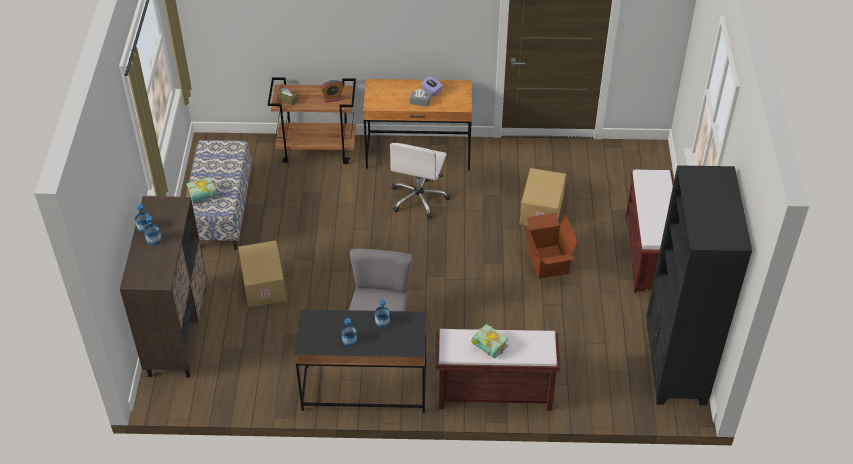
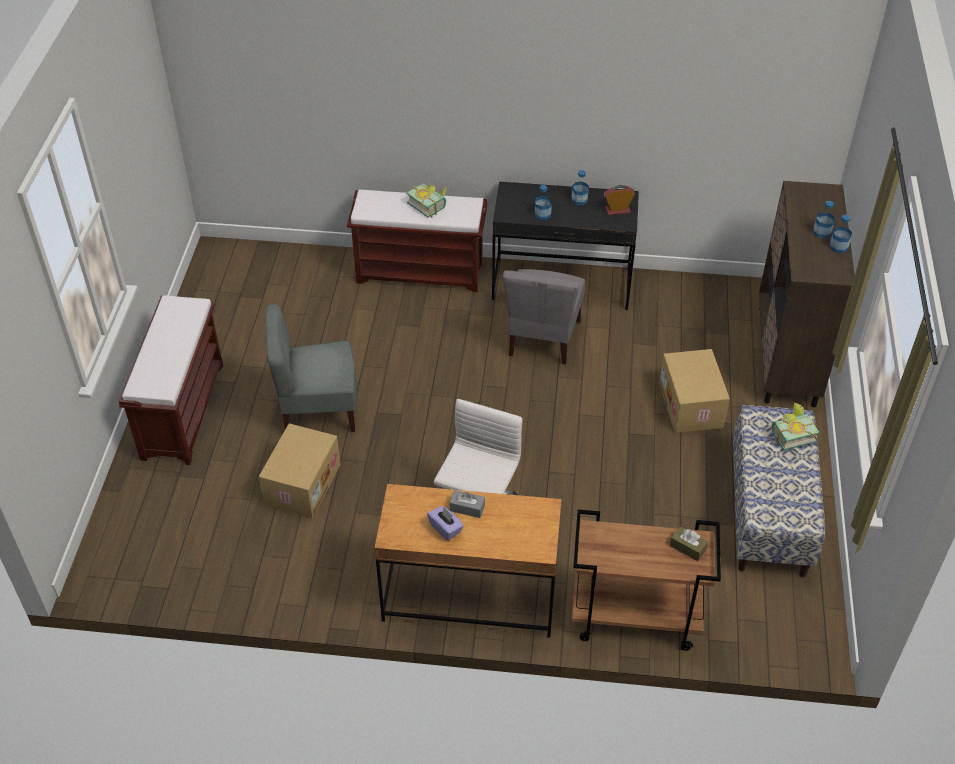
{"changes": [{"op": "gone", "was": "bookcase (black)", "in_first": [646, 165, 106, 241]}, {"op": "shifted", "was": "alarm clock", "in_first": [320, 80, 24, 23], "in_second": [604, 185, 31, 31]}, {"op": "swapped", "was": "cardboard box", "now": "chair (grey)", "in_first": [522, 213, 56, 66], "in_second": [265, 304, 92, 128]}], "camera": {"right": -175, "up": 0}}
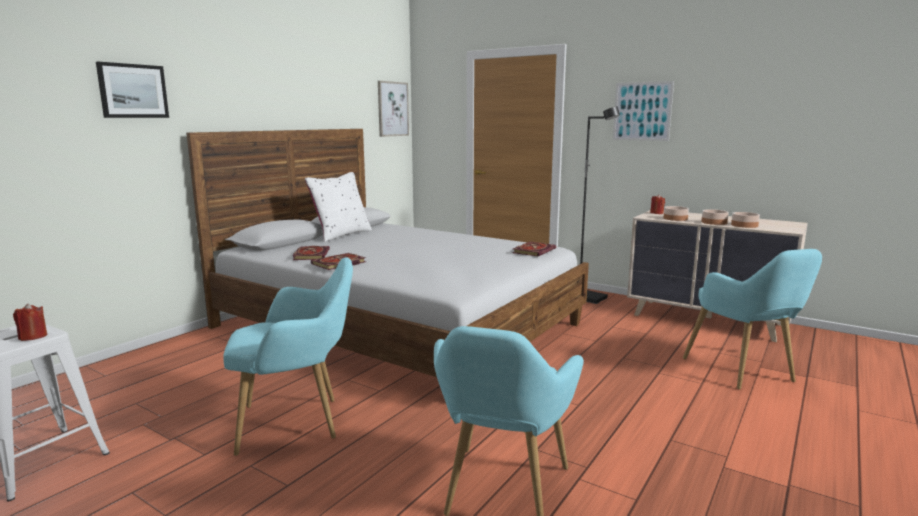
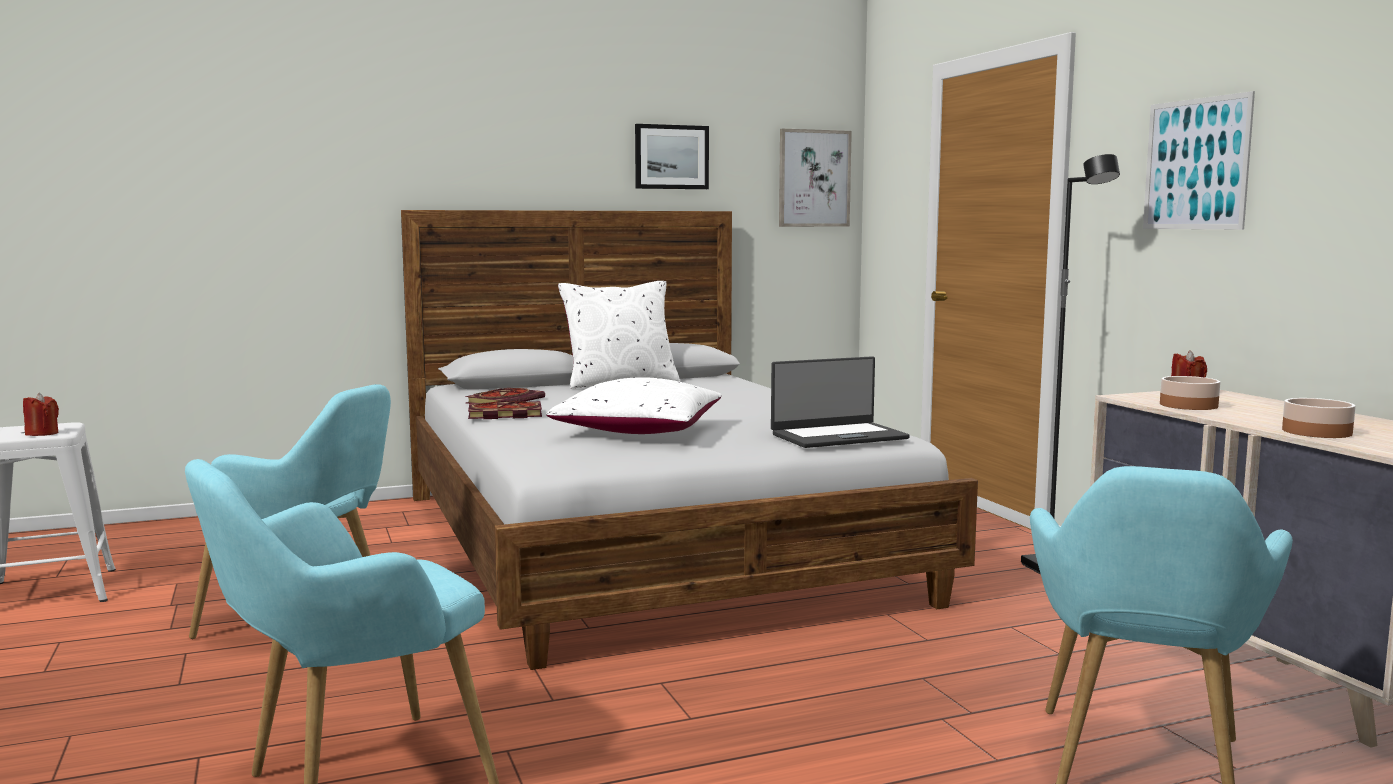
{"changes": [{"op": "gone", "was": "bowl", "in_first": [701, 209, 28, 16]}, {"op": "new", "now": "pillow (white)", "in_second": [546, 377, 176, 57]}, {"op": "shifted", "was": "picture", "in_first": [96, 62, 73, 56], "in_second": [635, 124, 74, 65]}, {"op": "swapped", "was": "book", "now": "laptop", "in_first": [512, 242, 44, 14], "in_second": [771, 356, 139, 92]}], "camera": {"right": 35, "up": -5}}
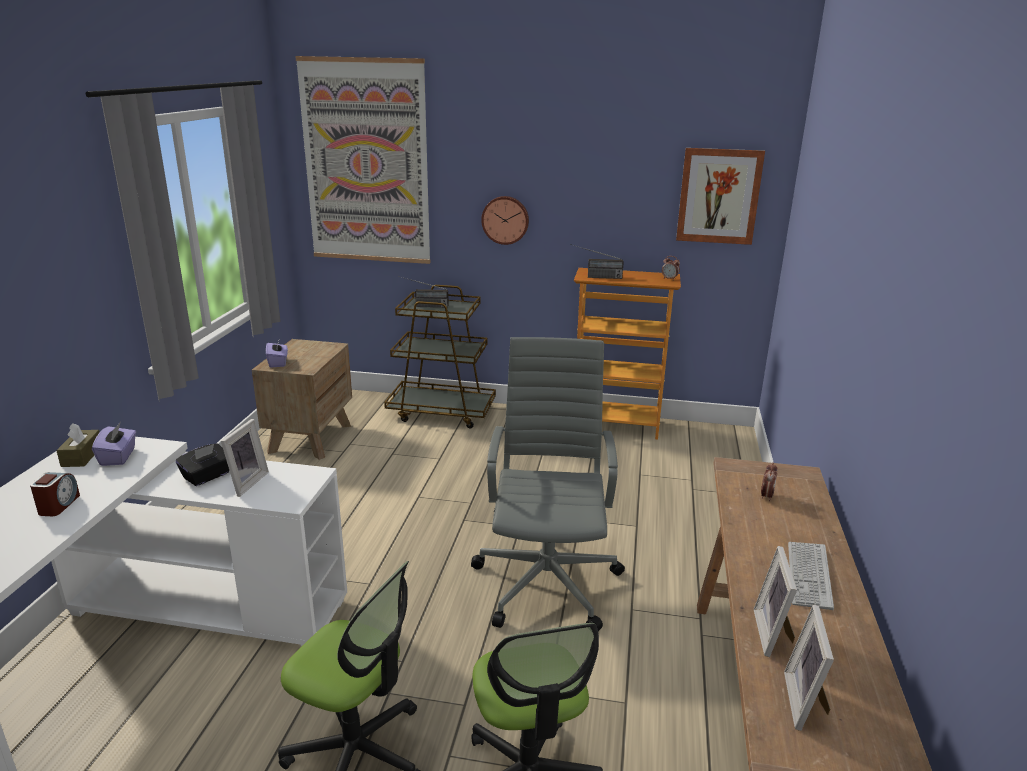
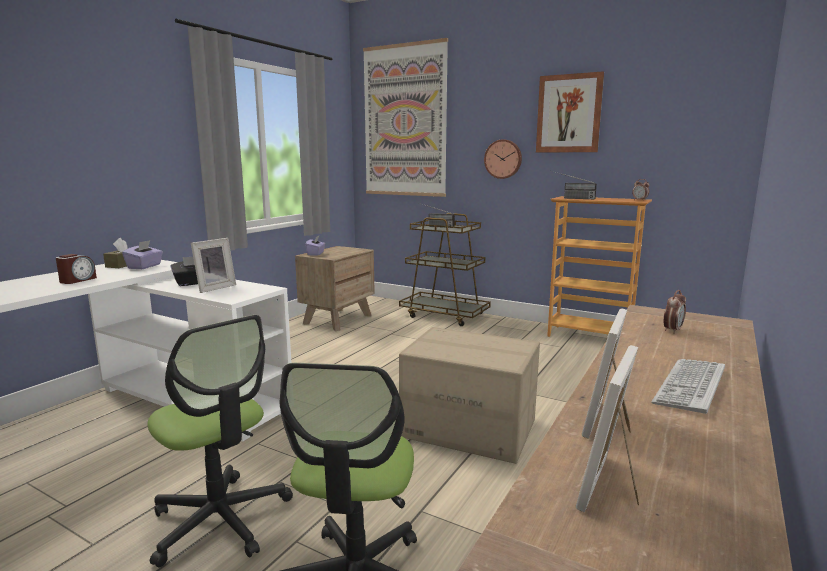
{"changes": [{"op": "shifted", "was": "picture", "in_first": [676, 148, 89, 97], "in_second": [536, 71, 68, 81]}, {"op": "swapped", "was": "office chair (grey)", "now": "cardboard box", "in_first": [471, 337, 154, 294], "in_second": [399, 327, 141, 137]}], "camera": {"right": 20, "up": -10}}
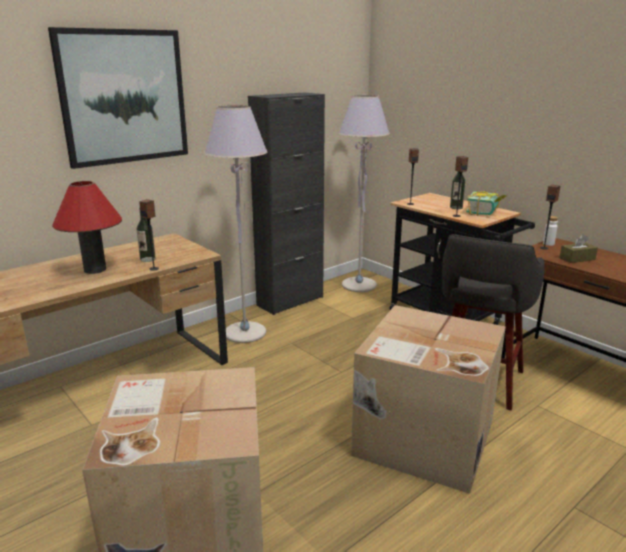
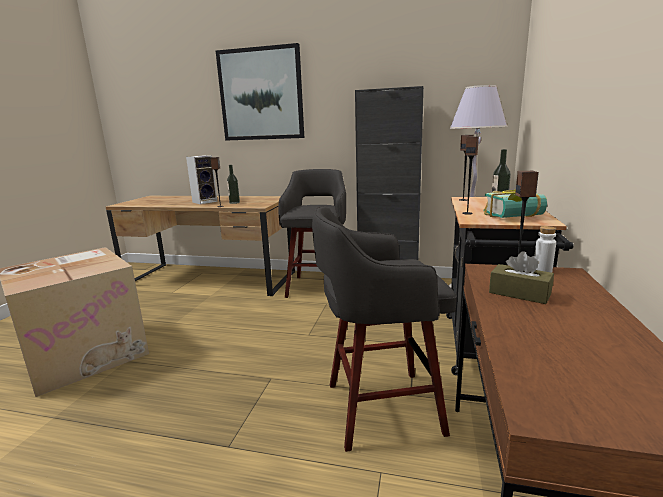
{"changes": [{"op": "gone", "was": "cardboard box", "in_first": [351, 305, 155, 189]}, {"op": "swapped", "was": "table lamp (red)", "now": "speaker", "in_first": [52, 181, 70, 93], "in_second": [186, 155, 31, 49]}, {"op": "swapped", "was": "floor lamp (grey)", "now": "stool (grey)", "in_first": [204, 105, 64, 238], "in_second": [278, 169, 68, 129]}], "camera": {"right": 55, "up": -5}}
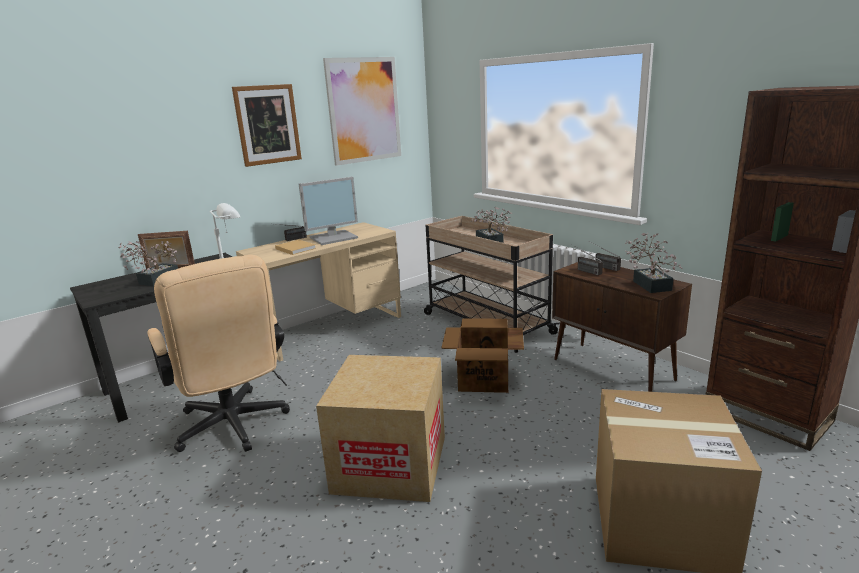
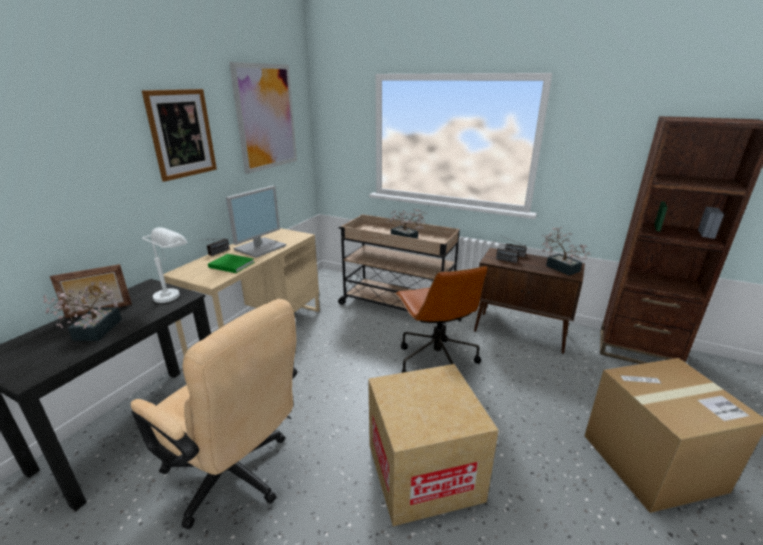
{"changes": [{"op": "swapped", "was": "cardboard box", "now": "office chair (brown)", "in_first": [441, 319, 83, 74], "in_second": [396, 266, 92, 107]}, {"op": "repainted", "was": "book (beige)", "now": "book (green)", "in_first": [275, 239, 41, 16], "in_second": [208, 254, 46, 19]}], "camera": {"right": -25, "up": 5}}
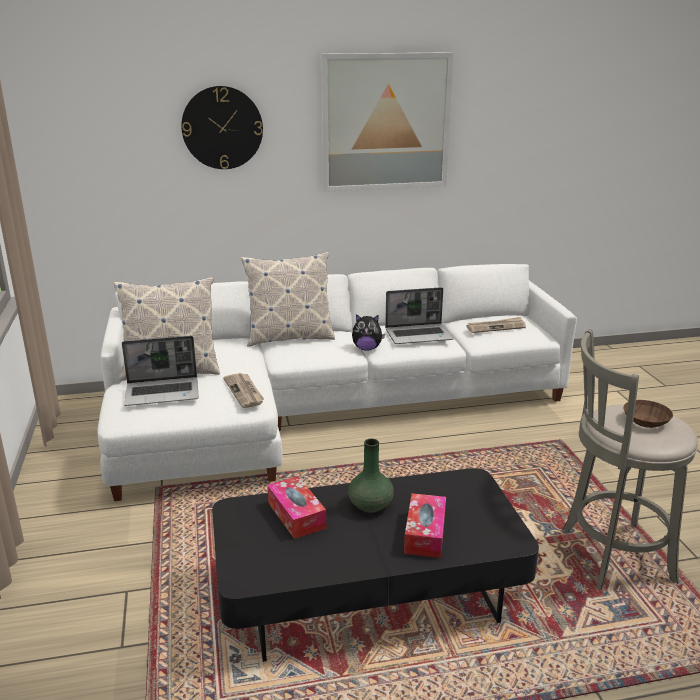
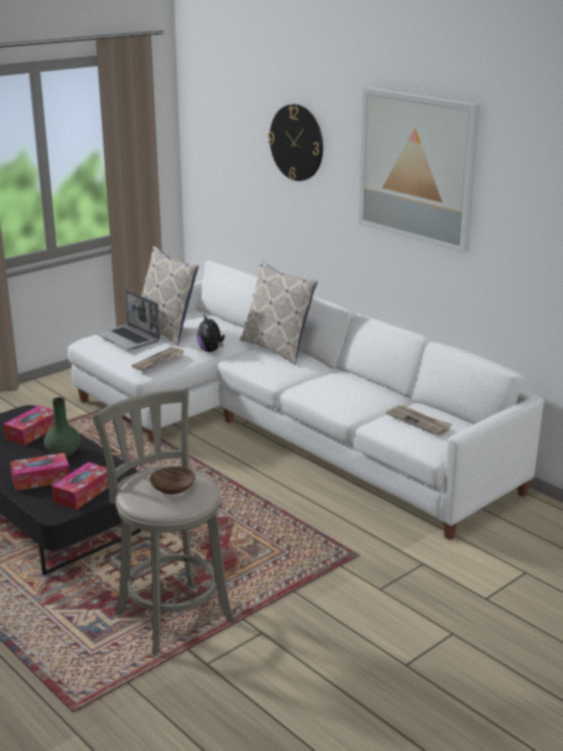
{"changes": [{"op": "gone", "was": "laptop", "in_first": [385, 287, 68, 57]}, {"op": "new", "now": "tissue box", "in_second": [52, 462, 57, 48]}, {"op": "shifted", "was": "plush toy", "in_first": [352, 314, 33, 37], "in_second": [197, 315, 28, 37]}], "camera": {"right": 60, "up": 0}}
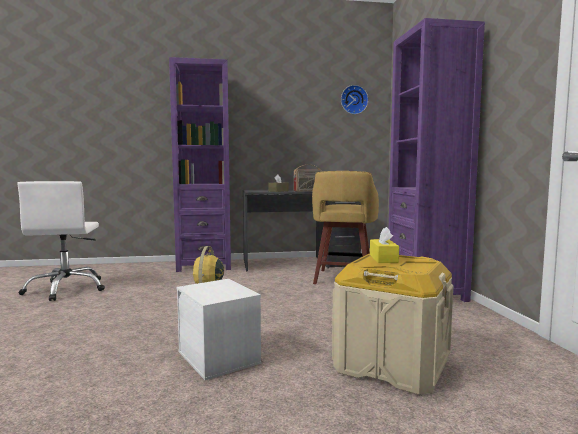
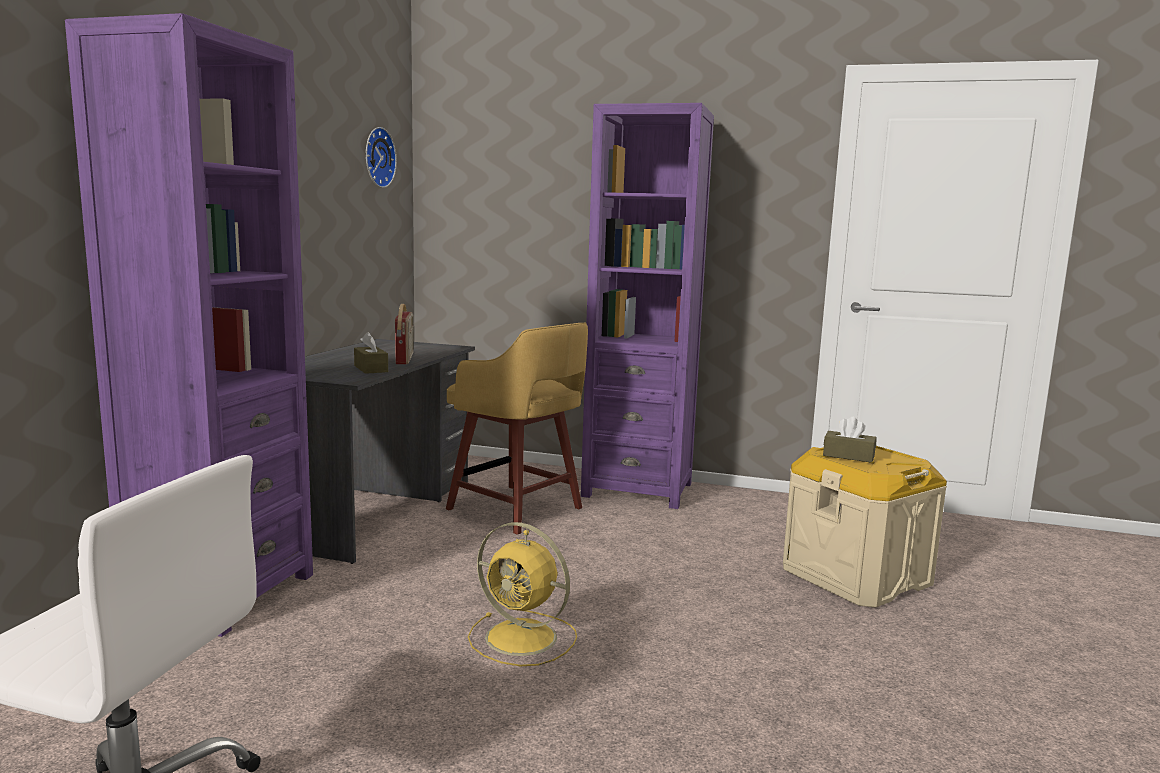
{"changes": [{"op": "gone", "was": "storage box (white)", "in_first": [177, 279, 84, 101]}, {"op": "repainted", "was": "tissue box (yellow)", "now": "tissue box (brown)", "in_first": [370, 227, 29, 36], "in_second": [823, 417, 54, 46]}], "camera": {"right": -65, "up": 5}}
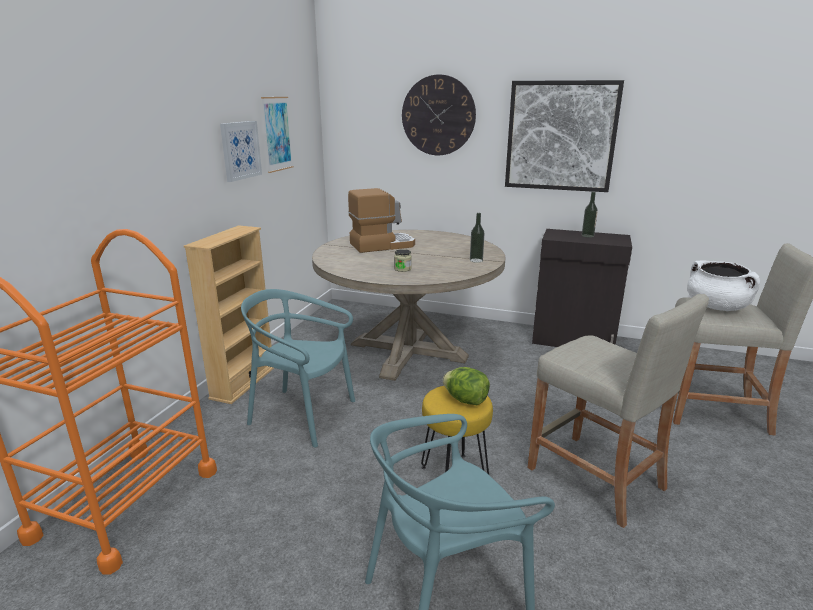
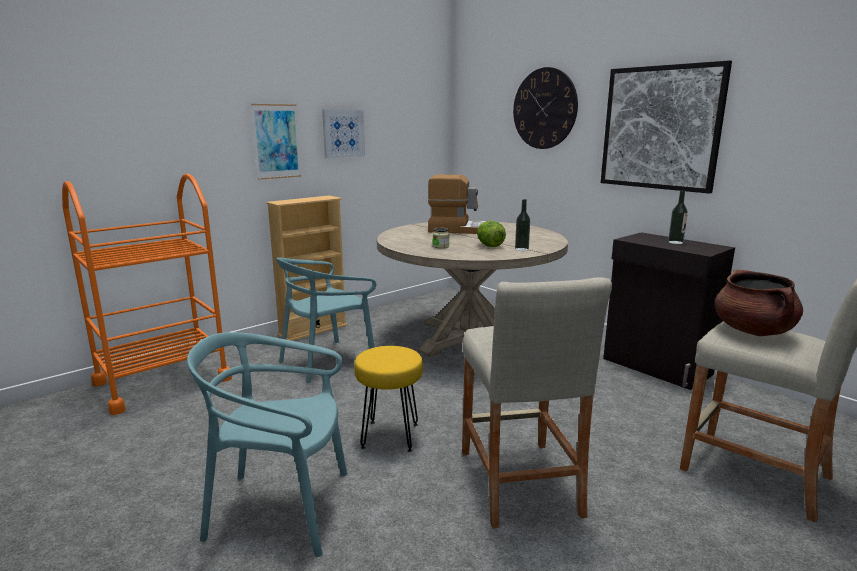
{"changes": [{"op": "shifted", "was": "picture", "in_first": [261, 97, 33, 76], "in_second": [251, 104, 50, 76]}, {"op": "shifted", "was": "lettuce", "in_first": [443, 367, 47, 38], "in_second": [477, 221, 29, 26]}, {"op": "repainted", "was": "cooking pot (white)", "now": "cooking pot (brown)", "in_first": [687, 261, 73, 50], "in_second": [715, 270, 88, 66]}, {"op": "rotated", "was": "chair (turquoise)", "in_first": [241, 289, 114, 158], "in_second": [276, 257, 100, 126], "clockwise": -90}], "camera": {"right": 30, "up": -5}}
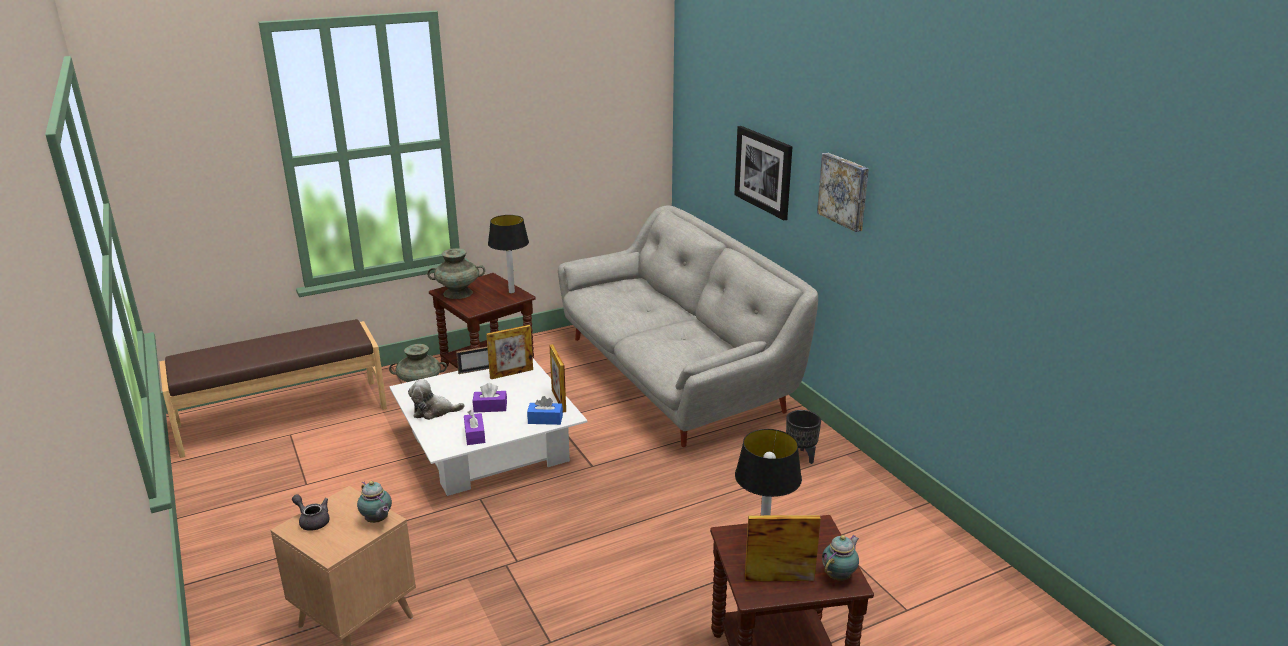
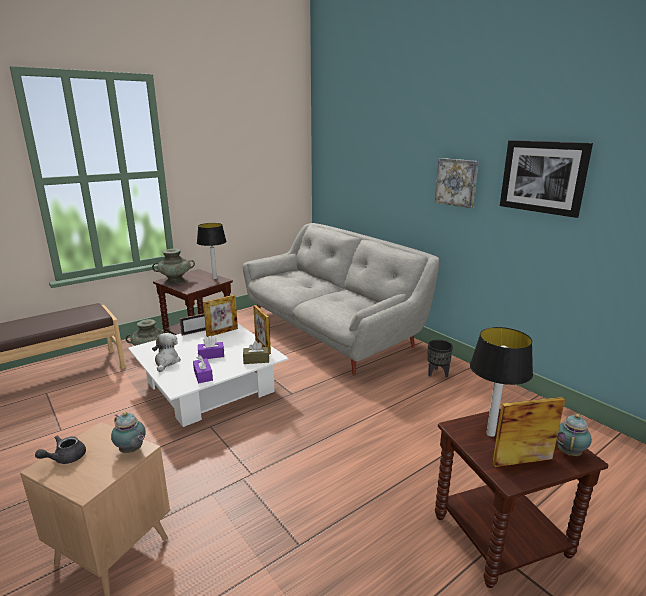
{"changes": [{"op": "shifted", "was": "picture", "in_first": [734, 126, 58, 94], "in_second": [500, 140, 93, 78]}, {"op": "repainted", "was": "tissue box (blue)", "now": "tissue box (brown)", "in_first": [527, 396, 36, 29], "in_second": [243, 341, 26, 23]}, {"op": "rotated", "was": "teapot (grey)", "in_first": [292, 494, 38, 37], "in_second": [35, 436, 51, 28], "clockwise": -75}, {"op": "rotated", "was": "plush toy", "in_first": [408, 379, 57, 41], "in_second": [152, 333, 29, 39], "clockwise": 105}], "camera": {"right": -10, "up": -5}}
